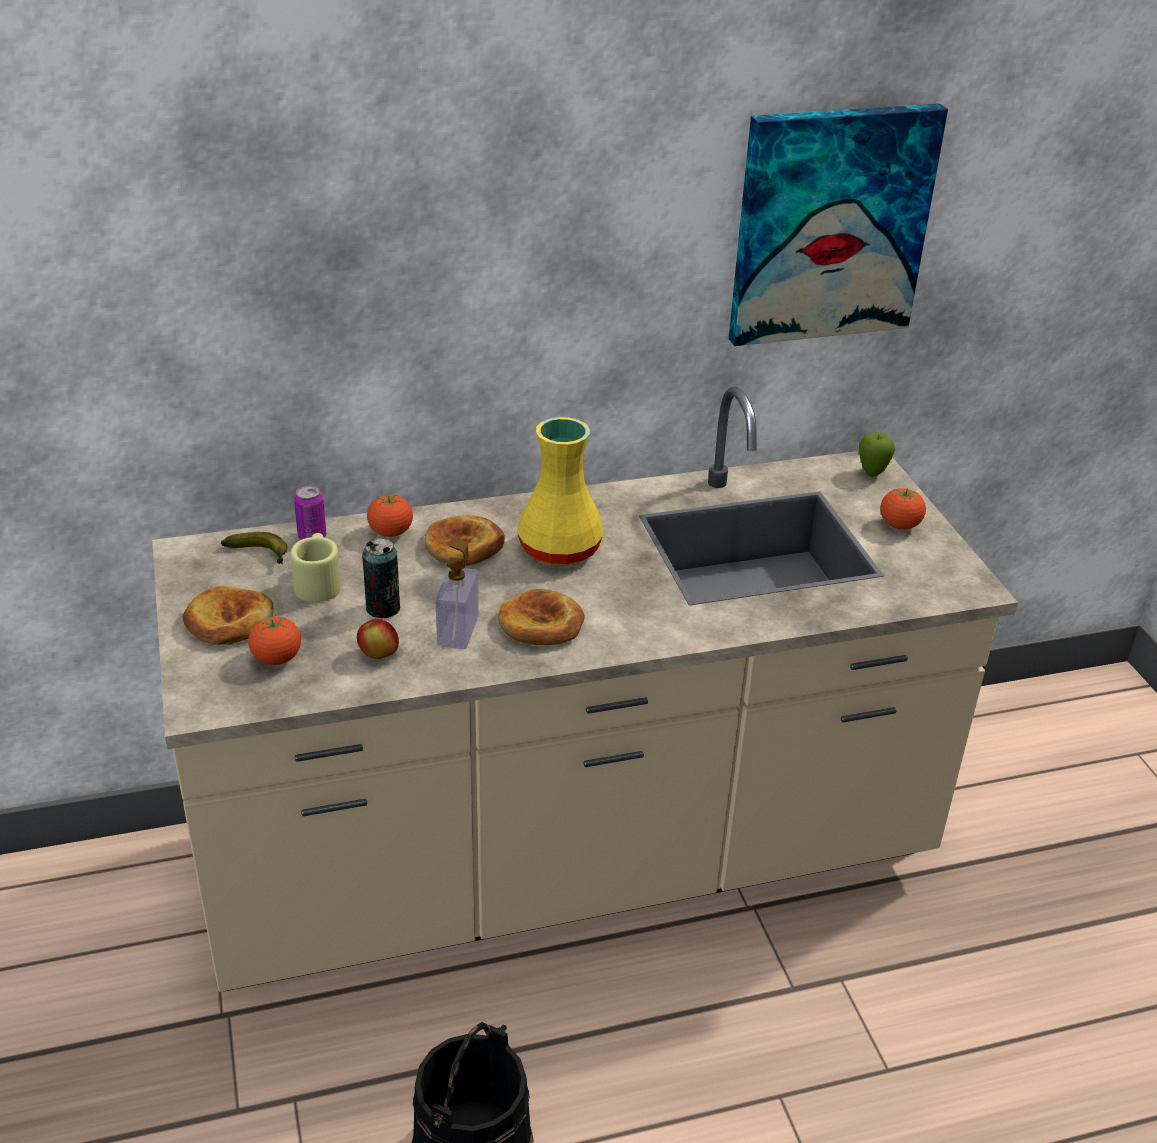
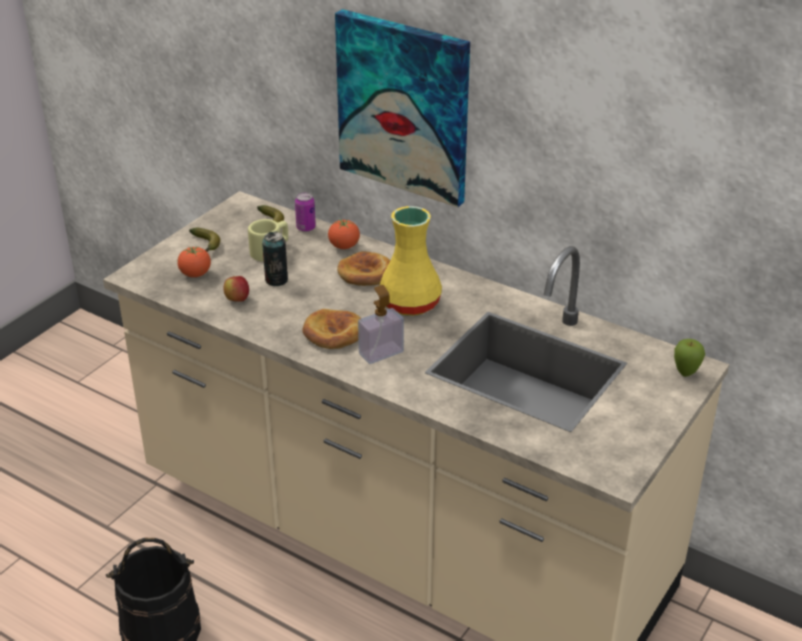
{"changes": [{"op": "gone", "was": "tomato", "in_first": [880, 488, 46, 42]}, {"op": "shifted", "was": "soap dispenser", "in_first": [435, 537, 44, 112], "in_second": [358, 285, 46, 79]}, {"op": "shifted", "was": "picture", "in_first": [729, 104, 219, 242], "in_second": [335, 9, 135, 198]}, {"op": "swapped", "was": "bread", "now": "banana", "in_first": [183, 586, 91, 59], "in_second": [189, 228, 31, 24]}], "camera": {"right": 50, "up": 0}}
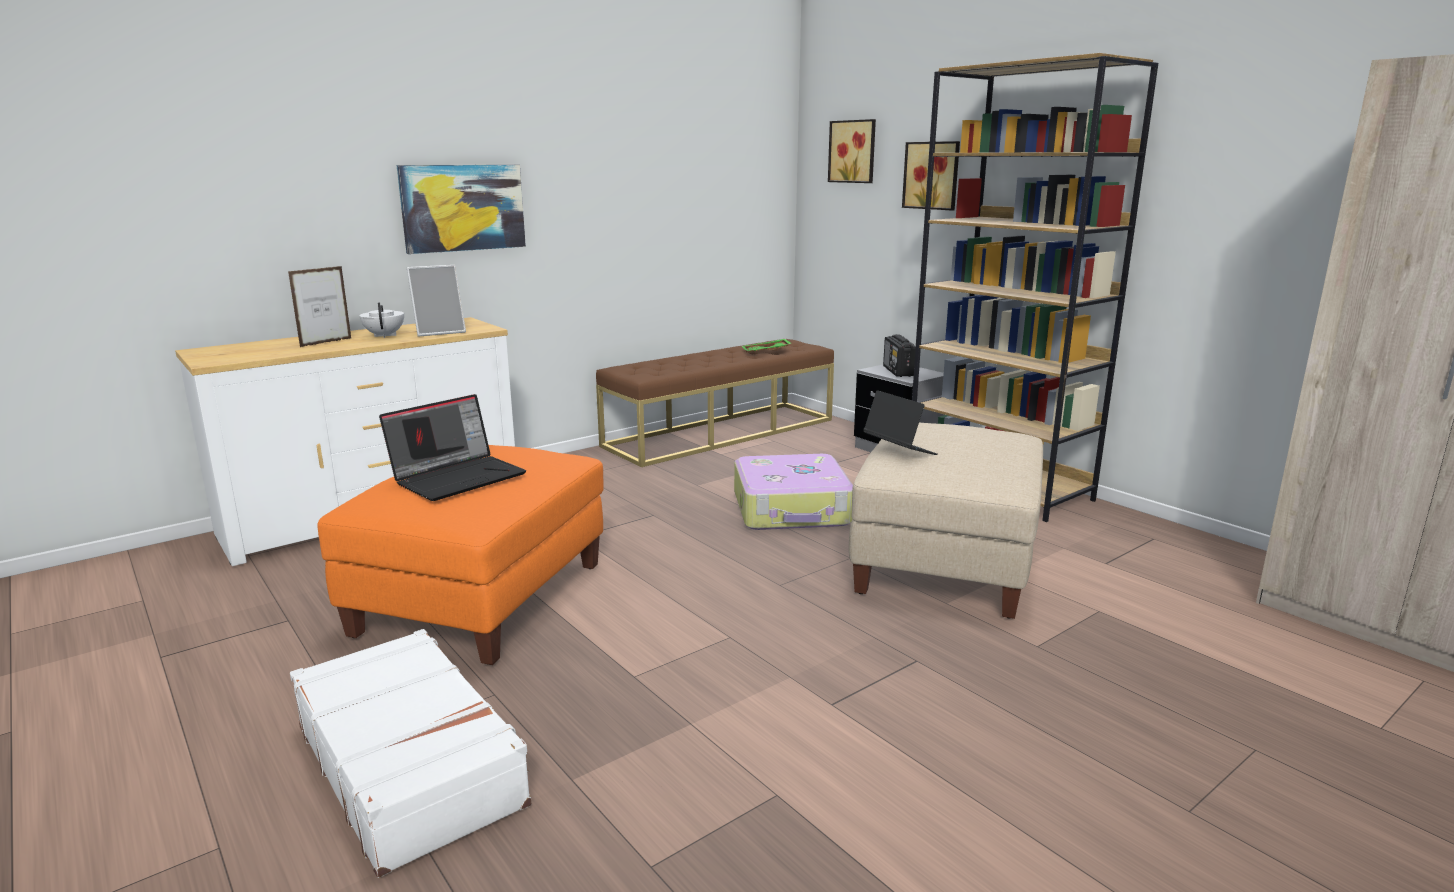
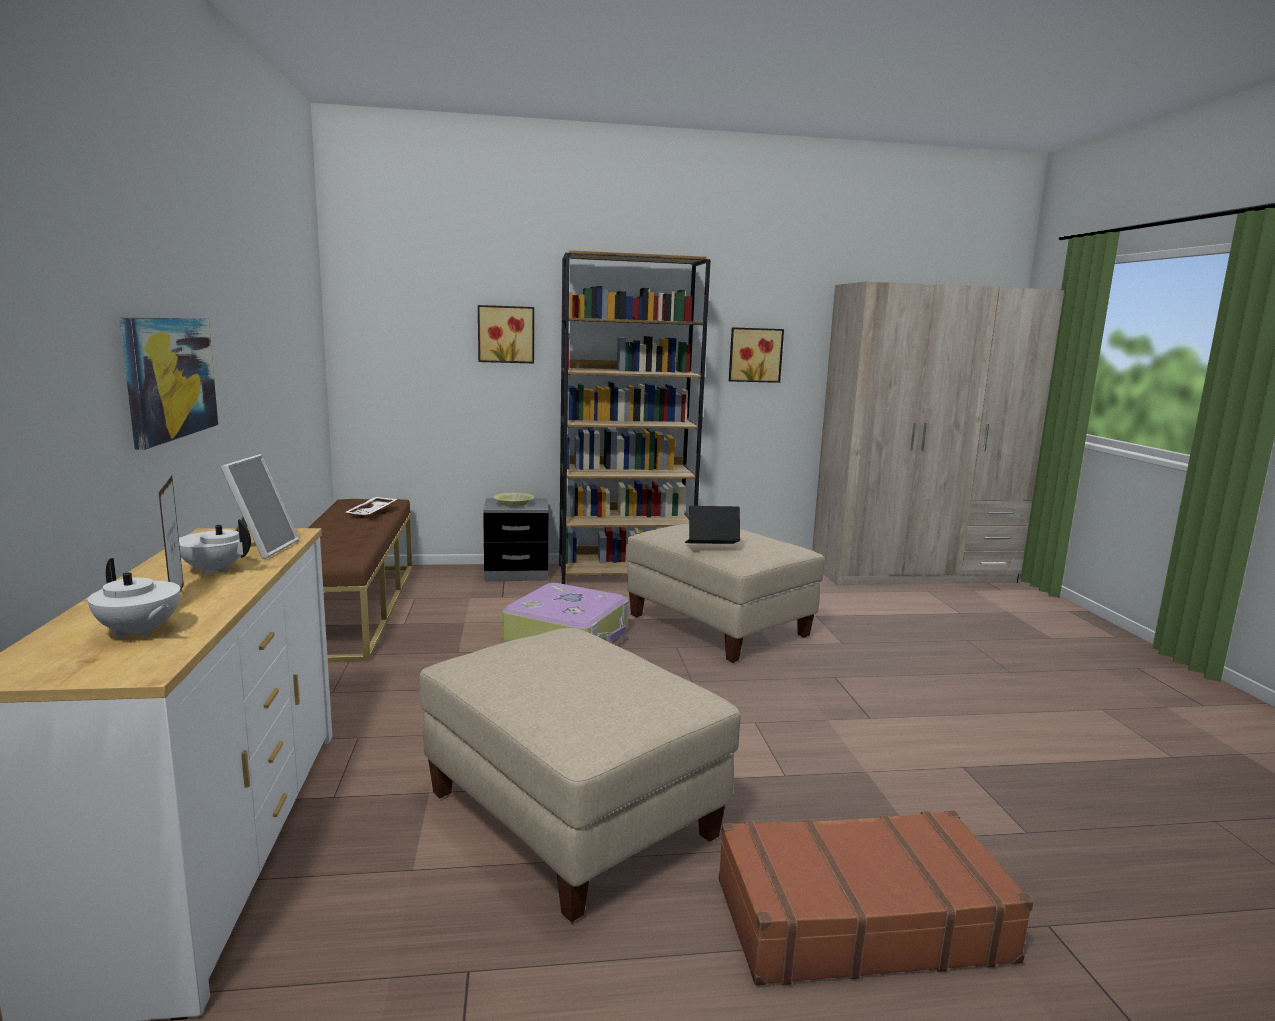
{"changes": [{"op": "gone", "was": "laptop", "in_first": [379, 394, 147, 107]}, {"op": "new", "now": "teapot (white)", "in_second": [88, 558, 92, 81]}, {"op": "shifted", "was": "picture", "in_first": [828, 119, 48, 64], "in_second": [729, 327, 55, 56]}, {"op": "swapped", "was": "radio", "now": "bowl (yellow)", "in_first": [883, 334, 33, 43], "in_second": [493, 493, 41, 14]}, {"op": "repainted", "was": "suitcase (white)", "now": "suitcase (brown)", "in_first": [290, 629, 241, 249], "in_second": [719, 810, 314, 176]}, {"op": "repainted", "was": "ottoman (orange)", "now": "ottoman (beige)", "in_first": [317, 445, 287, 220], "in_second": [420, 628, 321, 294]}, {"op": "repainted", "was": "tray (green)", "now": "tray (white)", "in_first": [742, 339, 50, 13], "in_second": [346, 497, 51, 20]}], "camera": {"right": -60, "up": -5}}
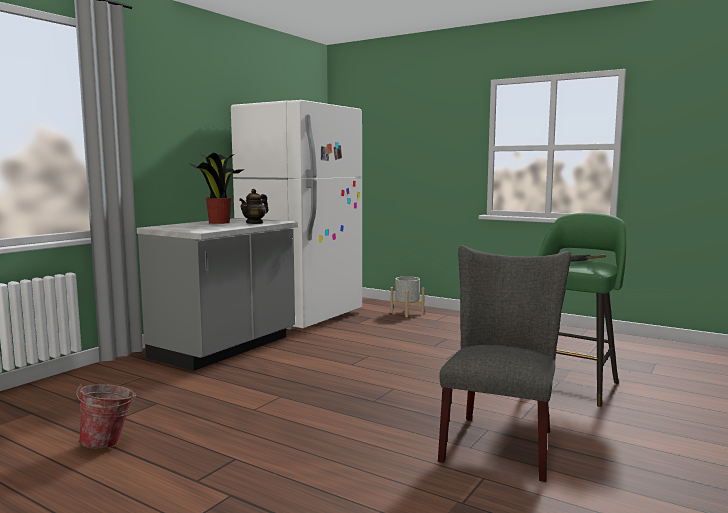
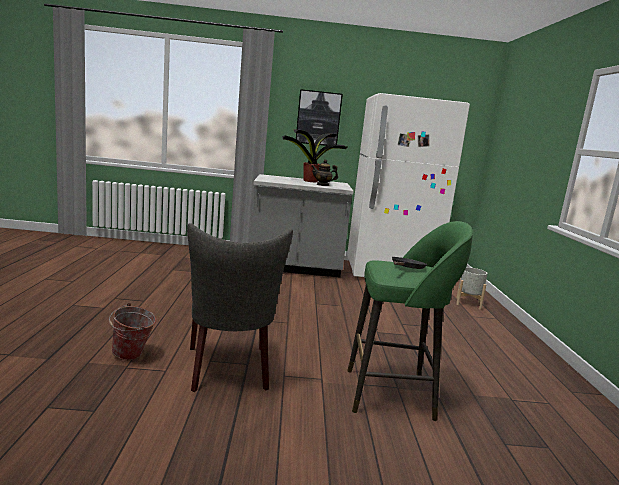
{"changes": [{"op": "new", "now": "picture", "in_second": [296, 89, 47, 57]}, {"op": "shifted", "was": "bucket", "in_first": [76, 384, 61, 65], "in_second": [109, 303, 48, 57]}, {"op": "rotated", "was": "chair (grey)", "in_first": [438, 246, 133, 236], "in_second": [187, 223, 106, 169], "clockwise": 90}], "camera": {"right": 55, "up": 5}}
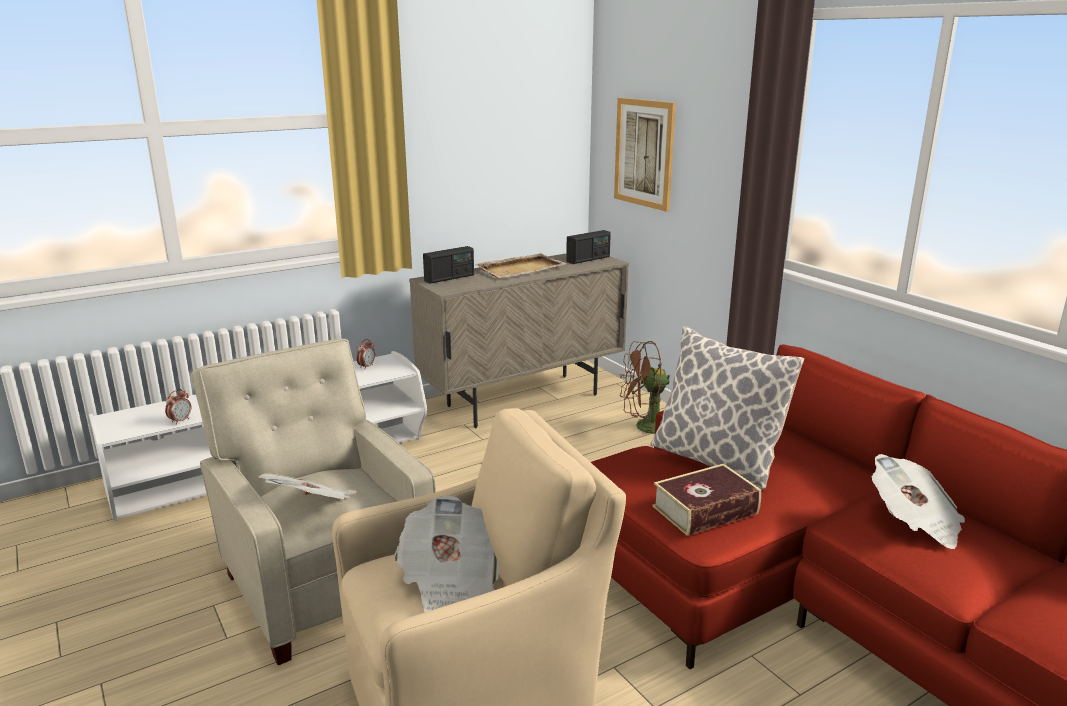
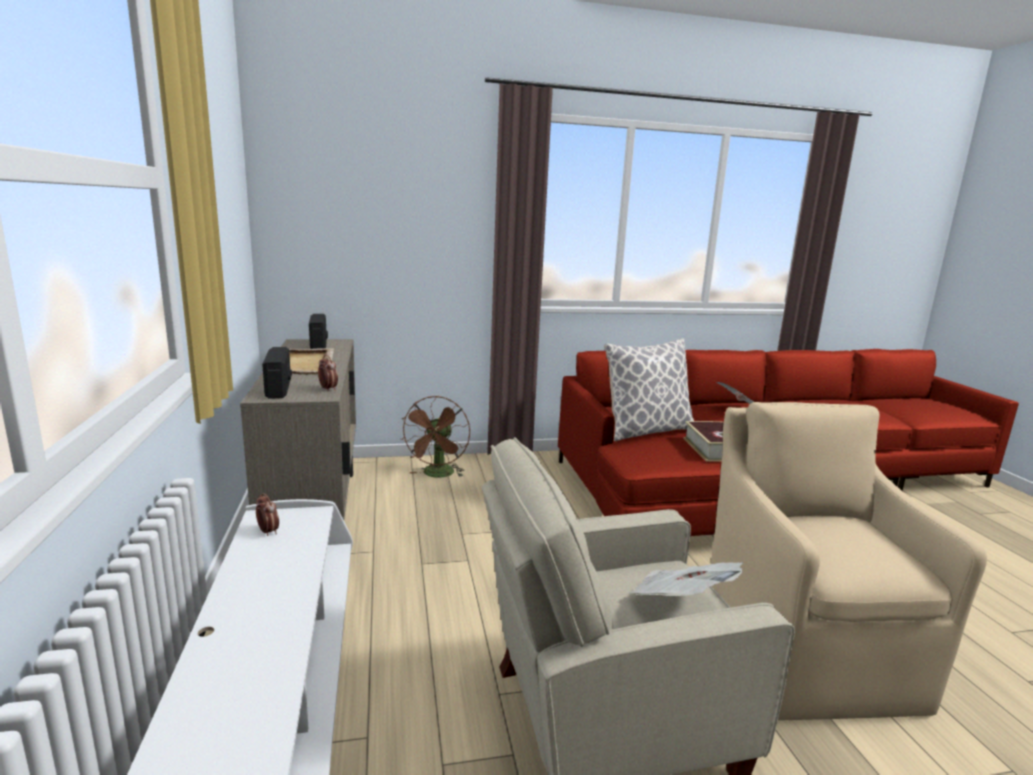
{"changes": [{"op": "gone", "was": "newspaper", "in_first": [395, 495, 105, 117]}, {"op": "gone", "was": "picture", "in_first": [614, 98, 62, 114]}, {"op": "shifted", "was": "alarm clock", "in_first": [165, 389, 26, 36], "in_second": [318, 355, 20, 36]}], "camera": {"right": -70, "up": -5}}
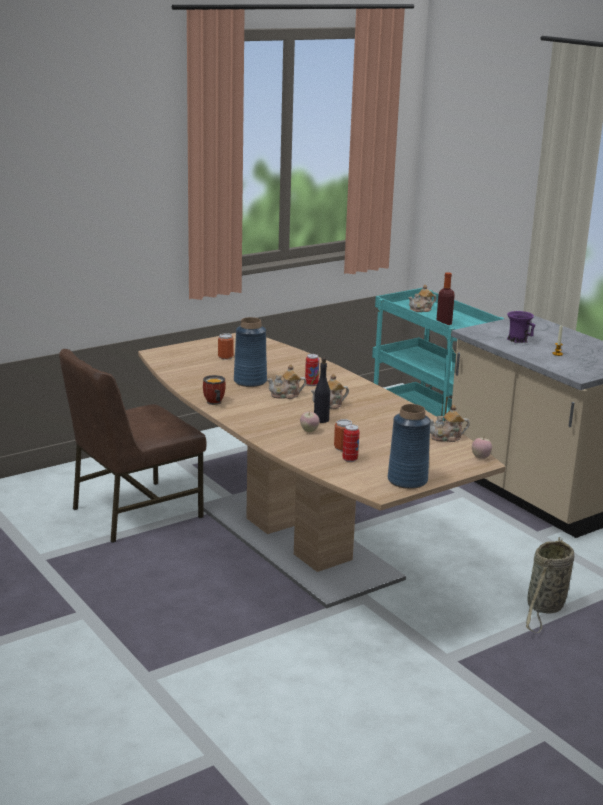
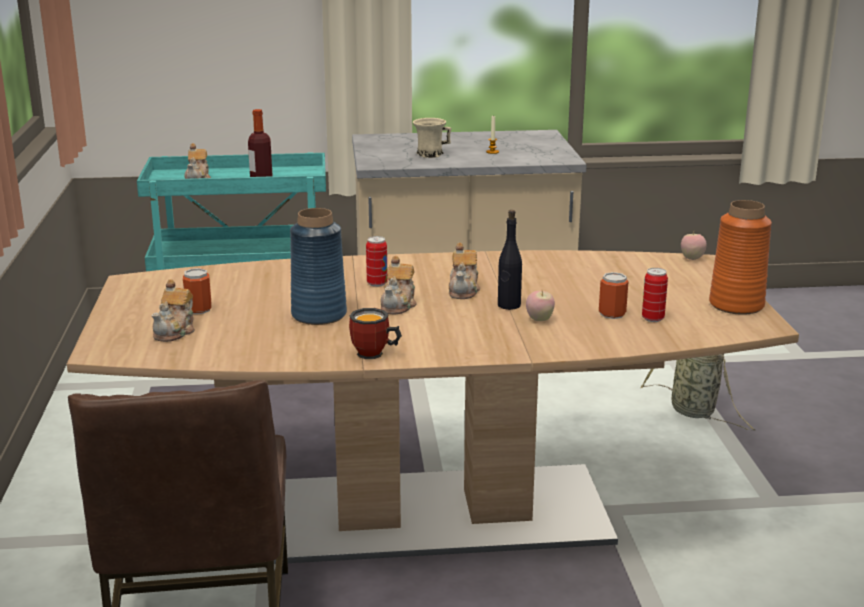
{"changes": [{"op": "shifted", "was": "teapot", "in_first": [430, 405, 40, 37], "in_second": [151, 279, 44, 63]}, {"op": "repainted", "was": "vase (blue)", "now": "vase (orange)", "in_first": [388, 404, 43, 85], "in_second": [709, 200, 63, 115]}, {"op": "repainted", "was": "mug (purple)", "now": "mug (beige)", "in_first": [507, 311, 28, 32], "in_second": [413, 118, 38, 40]}], "camera": {"right": -60, "up": 0}}
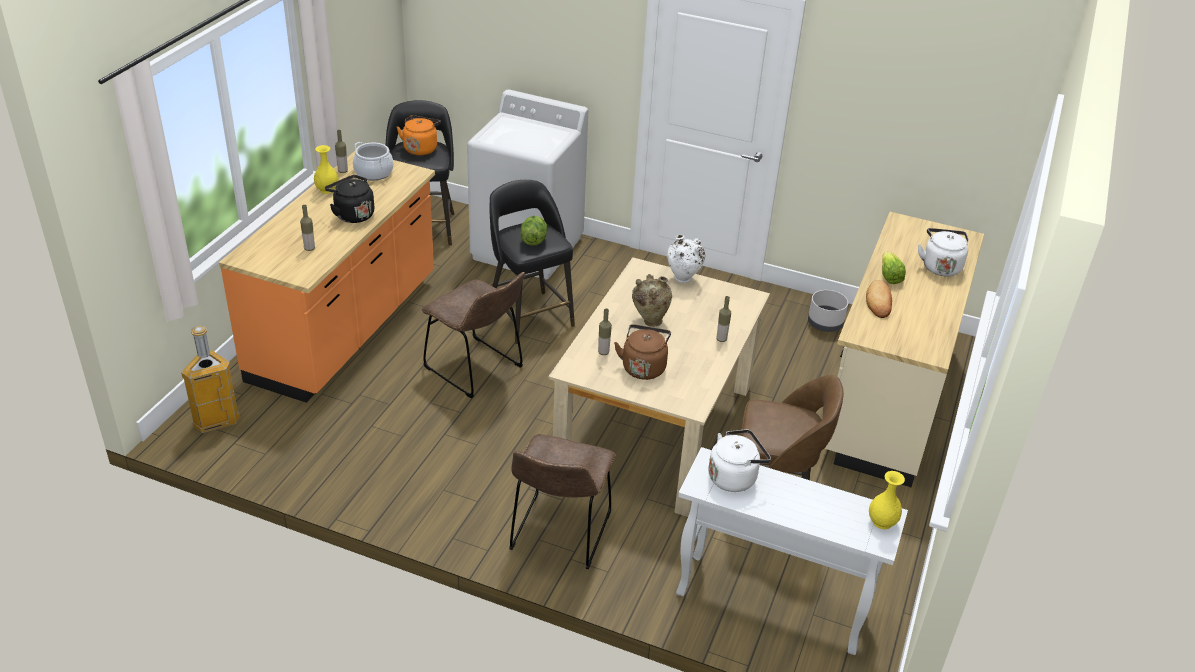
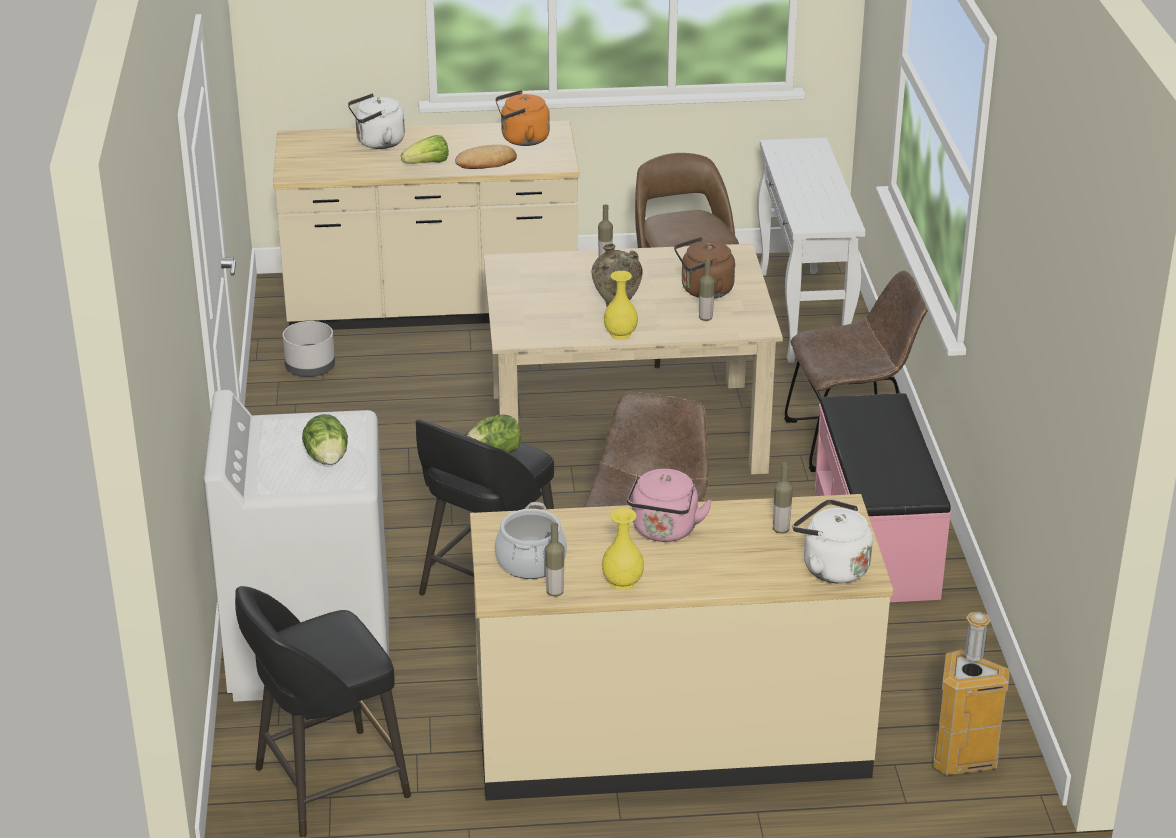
{"changes": [{"op": "gone", "was": "vase (white)", "in_first": [667, 235, 38, 48]}, {"op": "new", "now": "lettuce", "in_second": [302, 414, 46, 51]}, {"op": "new", "now": "bench (pink)", "in_second": [815, 393, 136, 209]}, {"op": "shifted", "was": "kettle (orange)", "in_first": [396, 115, 45, 40], "in_second": [495, 90, 55, 56]}, {"op": "shifted", "was": "kettle (white)", "in_first": [708, 429, 63, 63], "in_second": [793, 499, 80, 85]}, {"op": "shifted", "was": "vase (yellow)", "in_first": [869, 471, 36, 58], "in_second": [604, 271, 34, 68]}, {"op": "repainted", "was": "counter (orange)", "now": "counter (beige)", "in_first": [219, 151, 216, 252], "in_second": [470, 494, 423, 307]}, {"op": "repainted", "was": "kettle (black)", "now": "kettle (pink)", "in_first": [325, 175, 49, 48], "in_second": [627, 469, 85, 73]}], "camera": {"right": -115, "up": -5}}
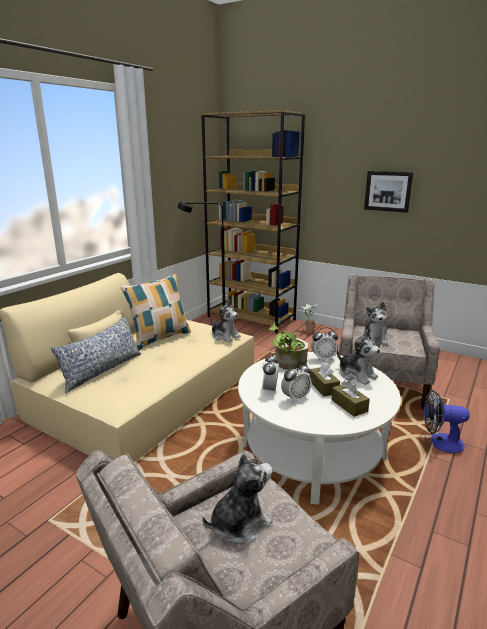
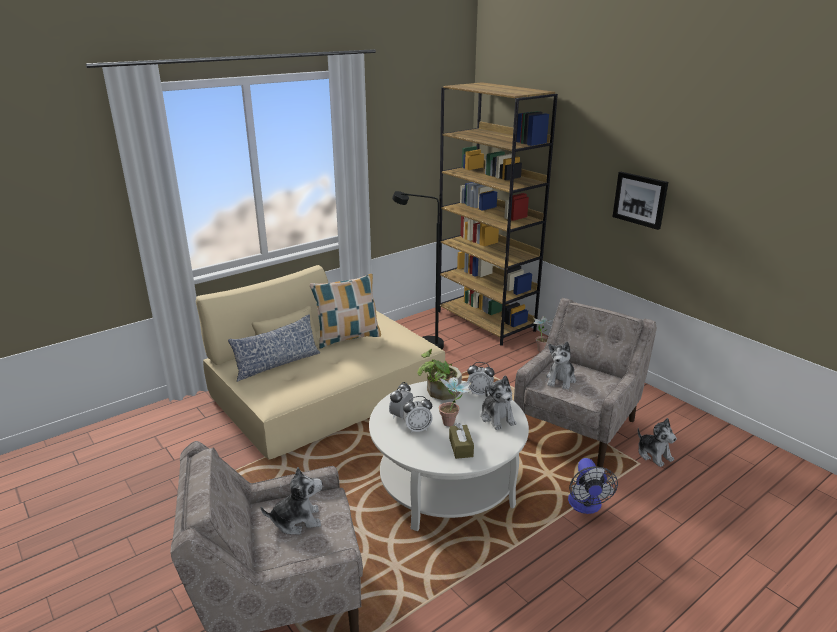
{"changes": [{"op": "shifted", "was": "plush toy", "in_first": [210, 301, 31, 41], "in_second": [638, 418, 39, 49]}, {"op": "swapped", "was": "tissue box (brown)", "now": "potted plant", "in_first": [309, 362, 31, 35], "in_second": [439, 377, 33, 49]}, {"op": "rotated", "was": "fan", "in_first": [424, 390, 46, 63], "in_second": [568, 458, 50, 56], "clockwise": -120}], "camera": {"right": 20, "up": 5}}
